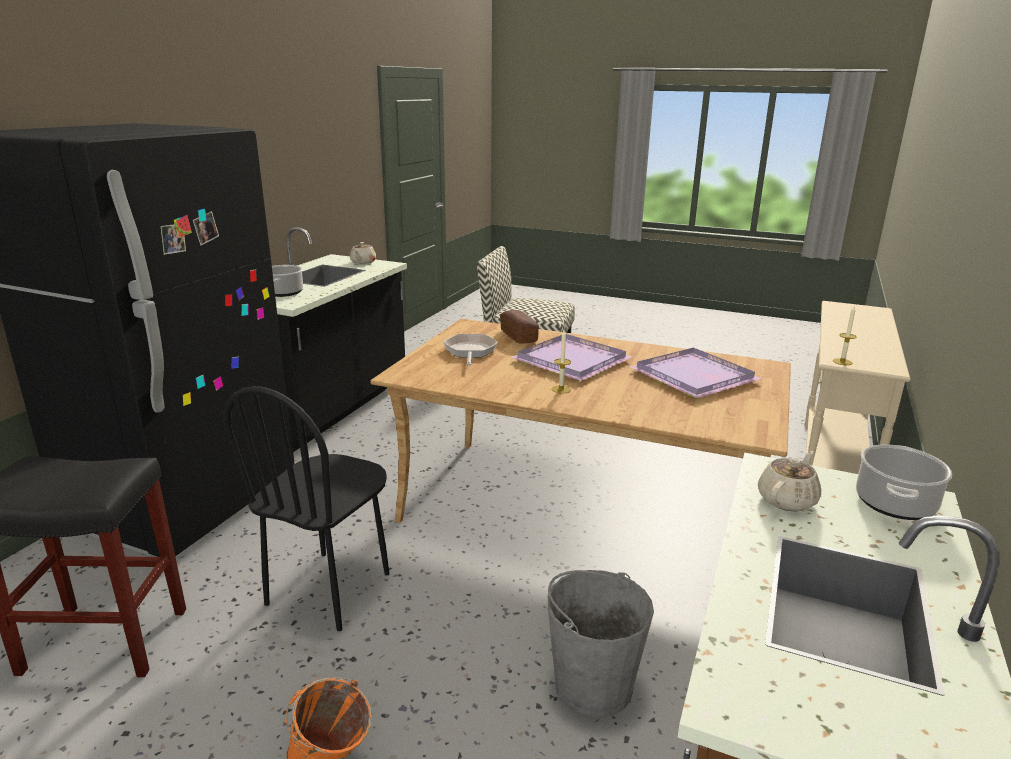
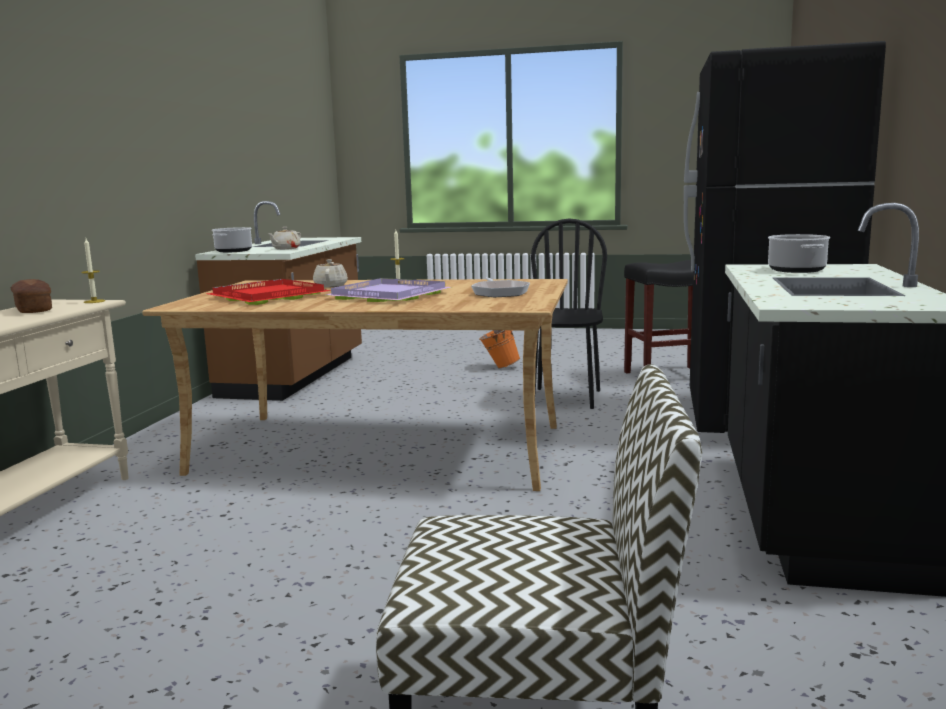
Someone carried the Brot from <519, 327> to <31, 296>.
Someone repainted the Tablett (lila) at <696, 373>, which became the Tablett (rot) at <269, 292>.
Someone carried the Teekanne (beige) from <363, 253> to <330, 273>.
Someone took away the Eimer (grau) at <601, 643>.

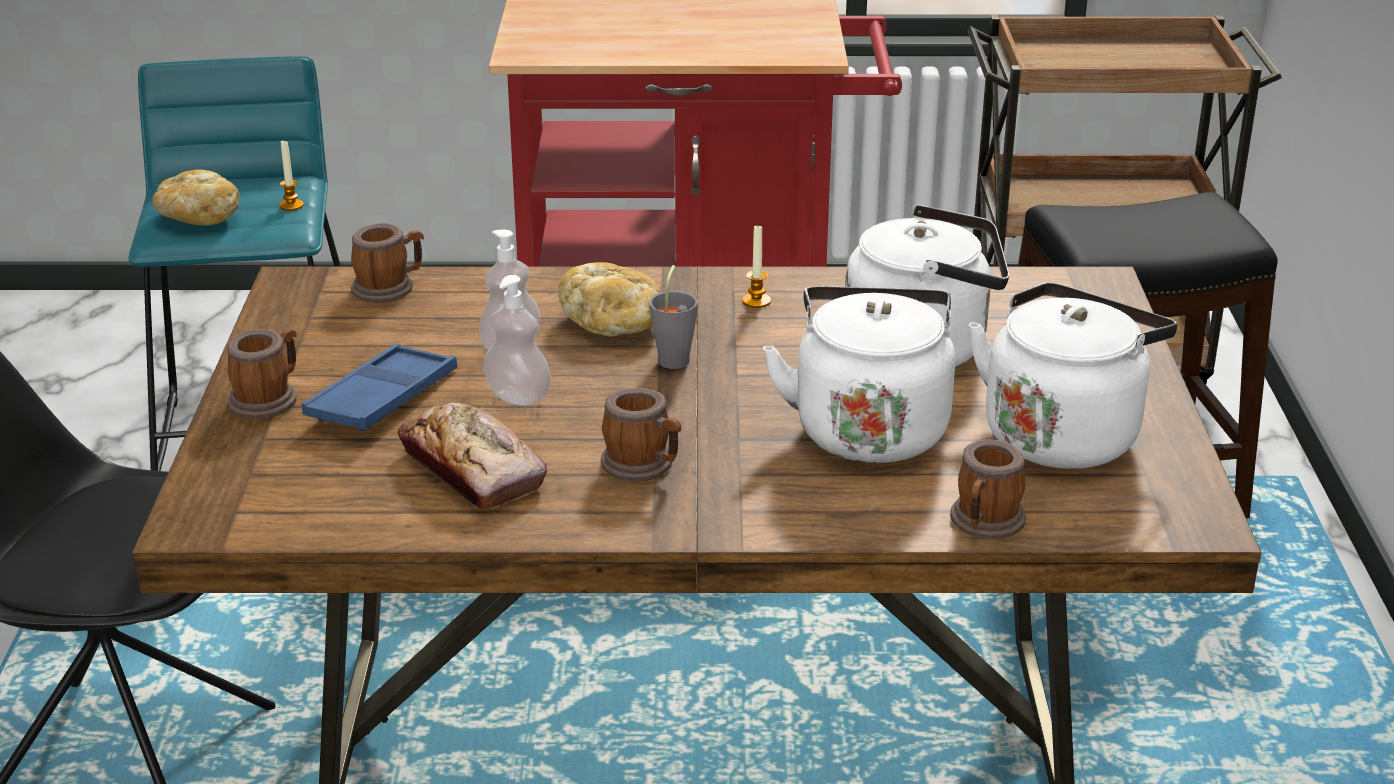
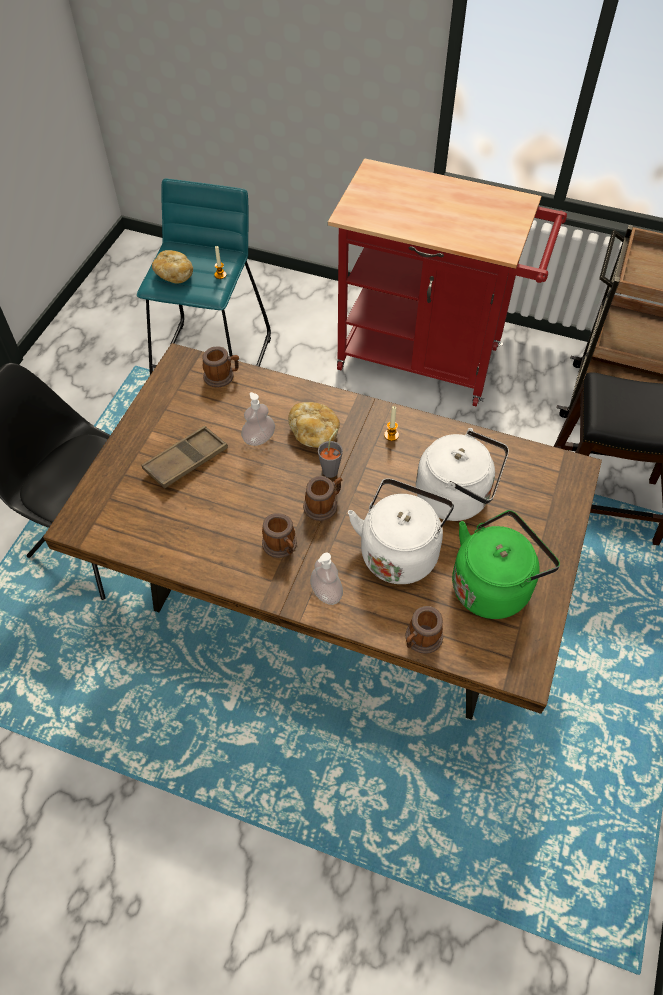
Someone repainted the Tablett (blau) at <379, 388>, which became the Tablett (braun) at <185, 457>.
Someone carried the Henkelbecher from <262, 374> to <323, 498>.
Someone carried the Seifenspender from <517, 340> to <326, 579>.
Someone repainted the Wasserkessel (weiß) at <1073, 375>, which became the Wasserkessel (grün) at <506, 564>.
Someone took away the Brot at <472, 455>.

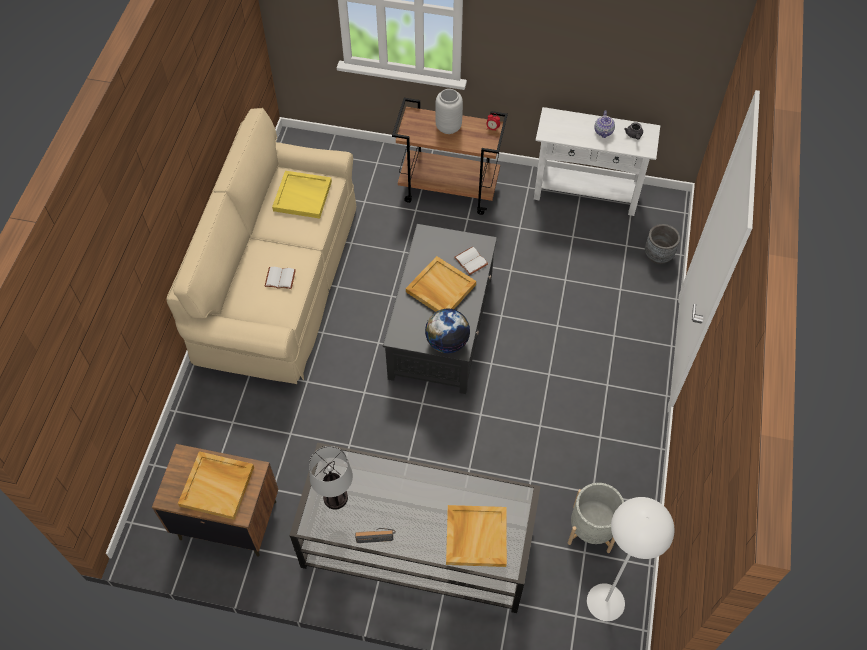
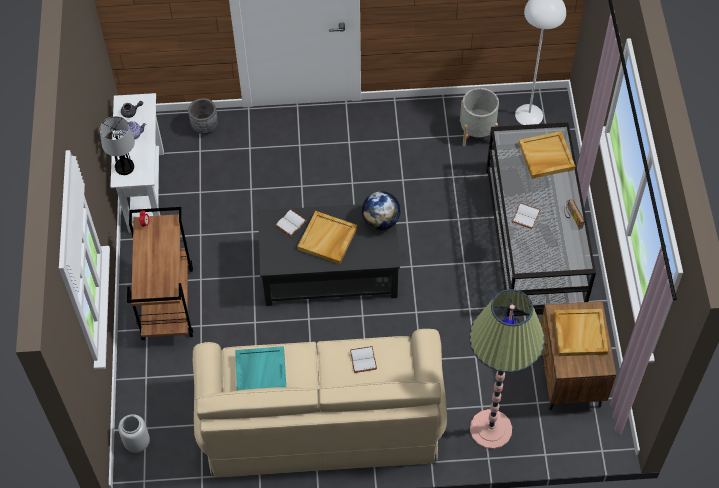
Someone carried the Tischlampe from <331, 478> to <117, 145>.
Someone carried the Vase (grau) from <449, 111> to <134, 433>.
Someone repainted the Tablett (gelb) at <302, 195>, which became the Tablett (türkis) at <260, 368>.
Someone put down the Stehlampe at <507, 369>.
Someone put down the Buch (weiß) at <526, 216>.

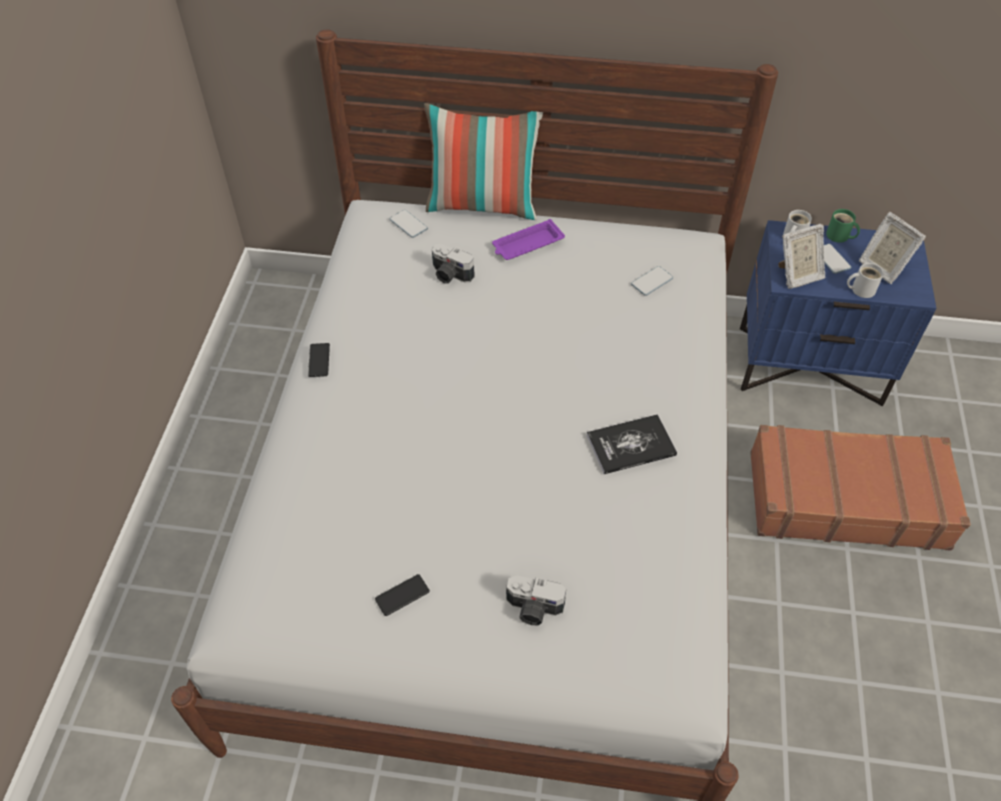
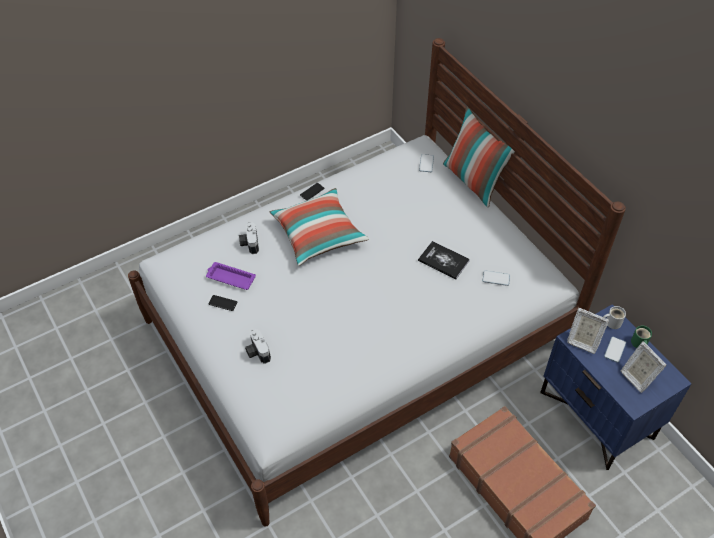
Someone carried the Tablett (lila) from <528, 239> to <231, 276>.
Someone carried the Kamera from <453, 264> to <249, 238>.
Someone put down the Kissen at <319, 227>.
Someone carried the Buch from <631, 444> to <444, 260>.
Someone rotated the Bilderrahmen at <892, 248> by 45 degrees counterclockwise.
Someone took away the Henkelbecher (weiß) at <865, 280>.

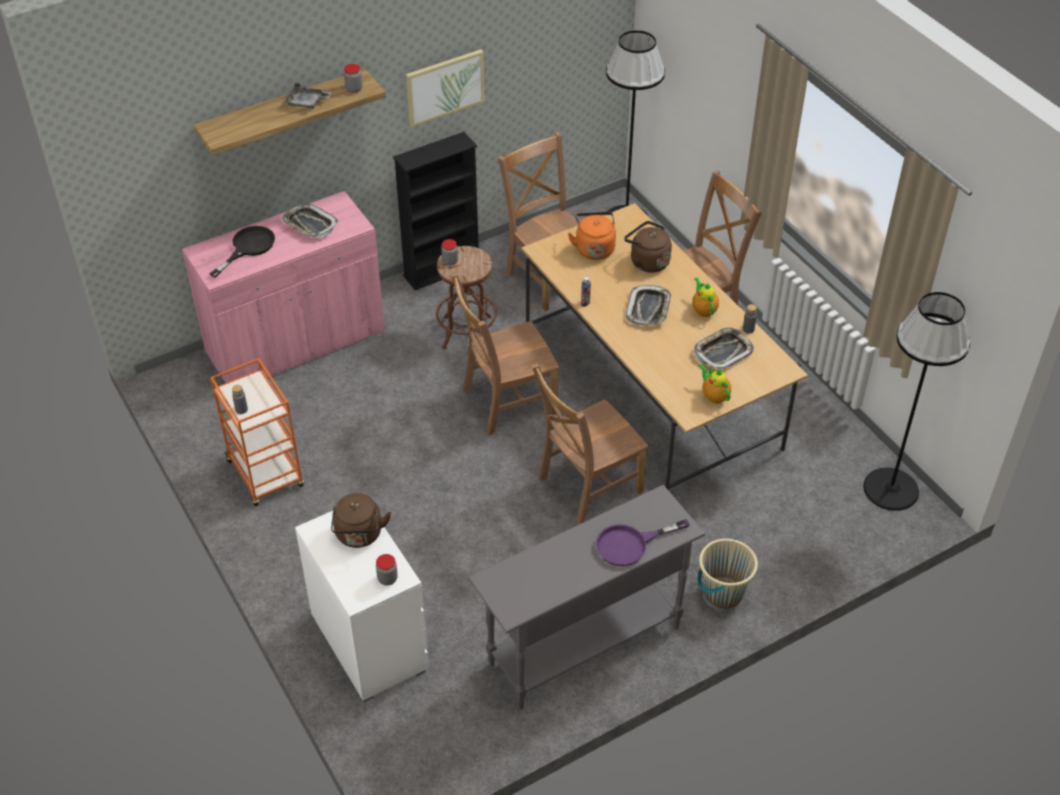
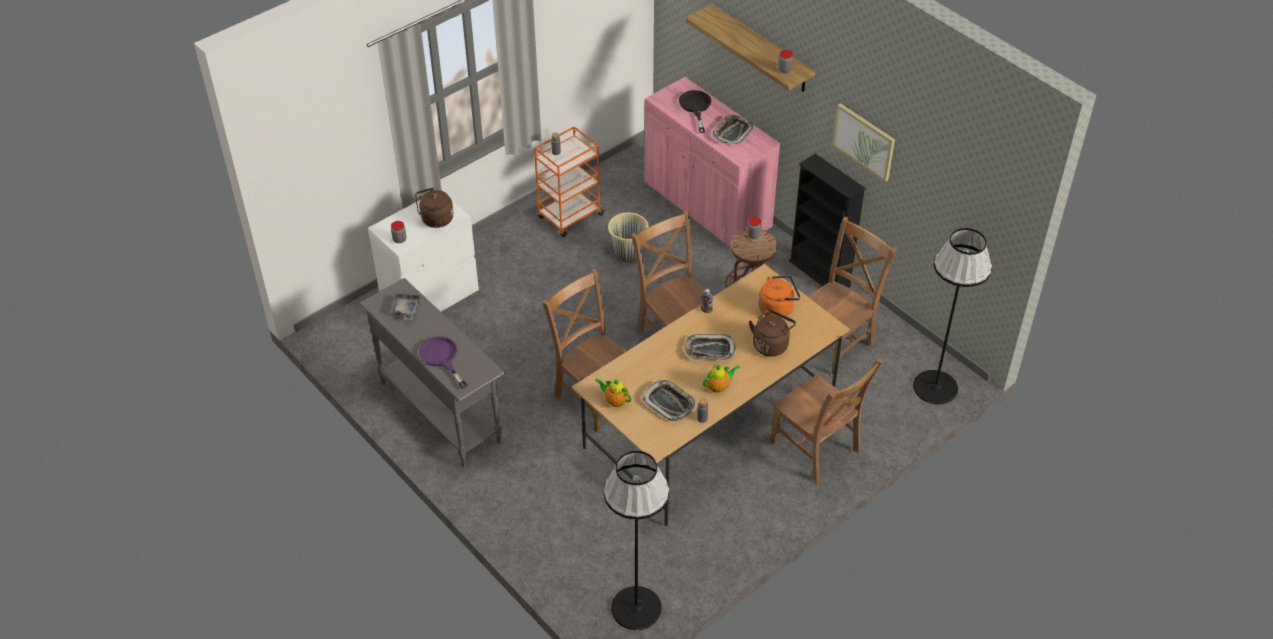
Someone carried the Tablett (grau) from <308, 96> to <405, 307>.
Someone rotated the Teekanne at <714, 383> by 105 degrees counterclockwise.
Someone carried the Eimer (beige) from <727, 573> to <627, 237>.
Someone rotated the Pfanne (schwarz) at <242, 252> by 120 degrees counterclockwise.

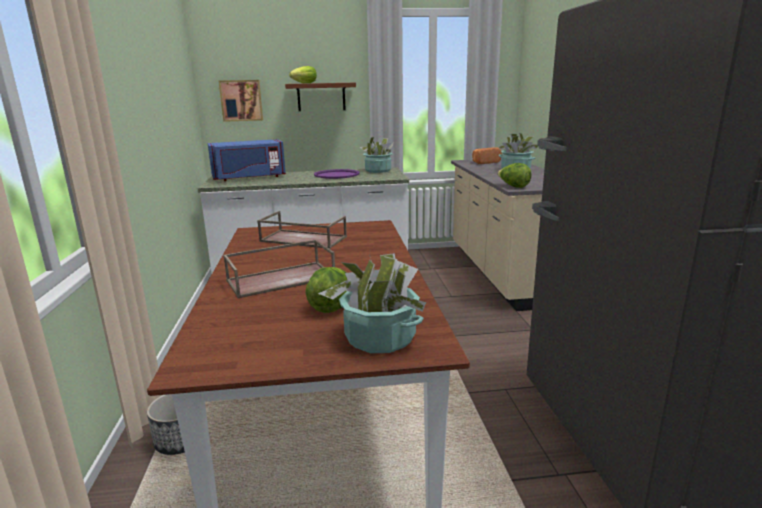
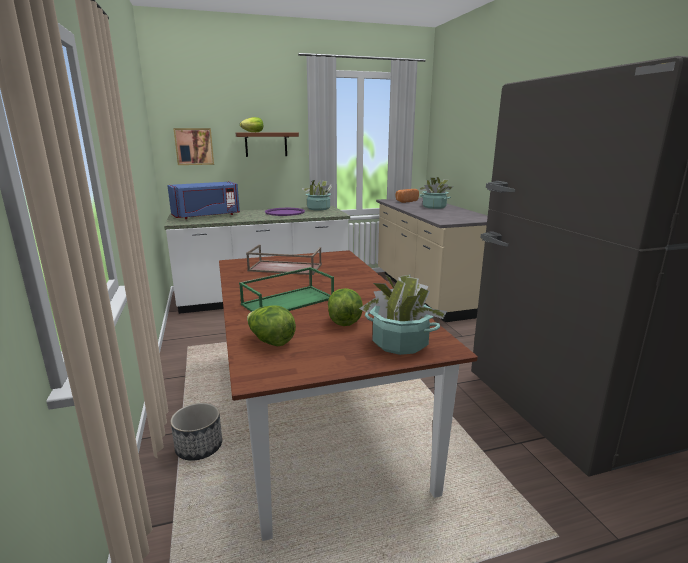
Someone repainted the Tablett (braun) at <279, 268>, which became the Tablett (grün) at <286, 289>.
Someone carried the Salatkopf from <514, 175> to <271, 325>.

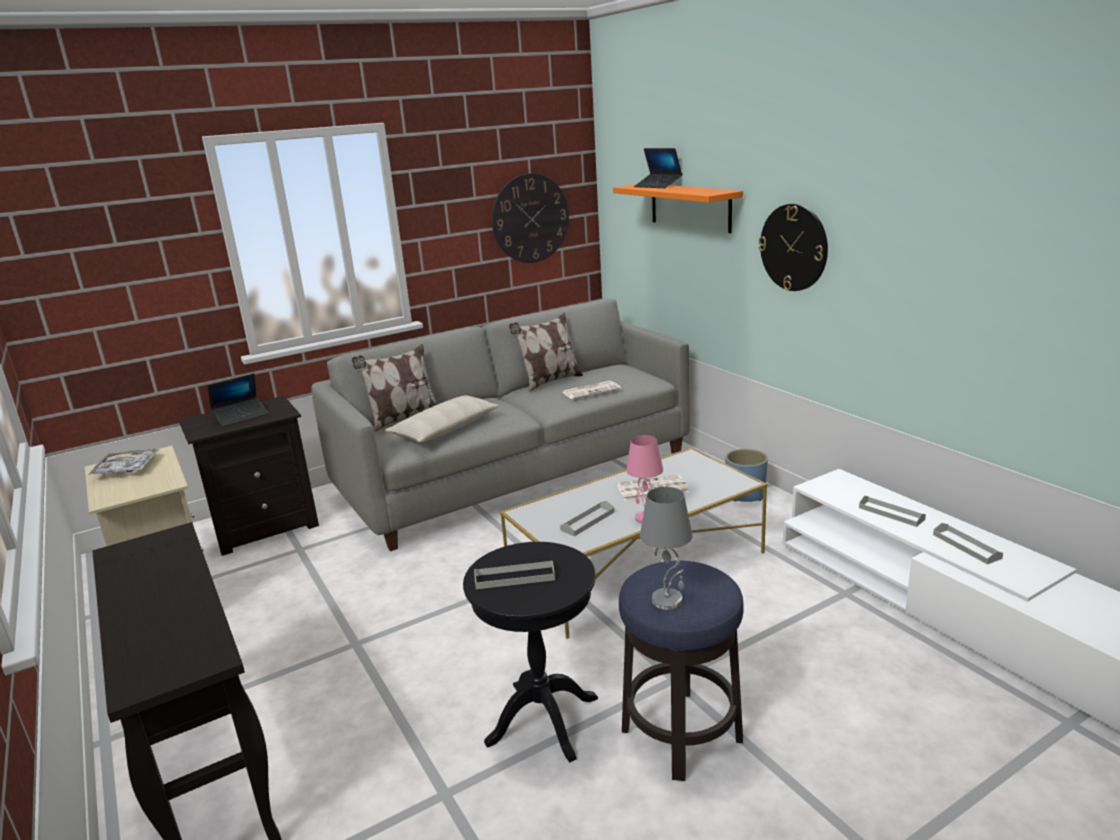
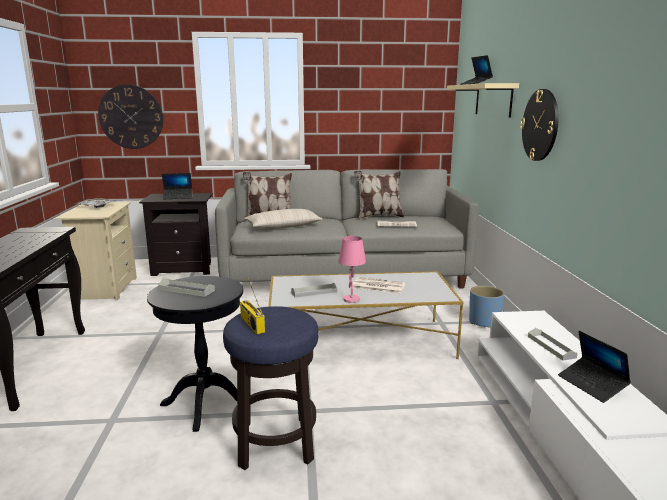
Someone carried the Wanduhr from <530, 218> to <130, 117>.
Someone swapped the Tischlampe (grau) at <666, 548> for the Radio at <252, 306>.
Someone repainted the Wandregal (orange) at <678, 208>, which became the Wandregal (beige) at <483, 100>.
Someone swapped the Tablett (grau) at <968, 544> for the Laptop at <594, 367>.

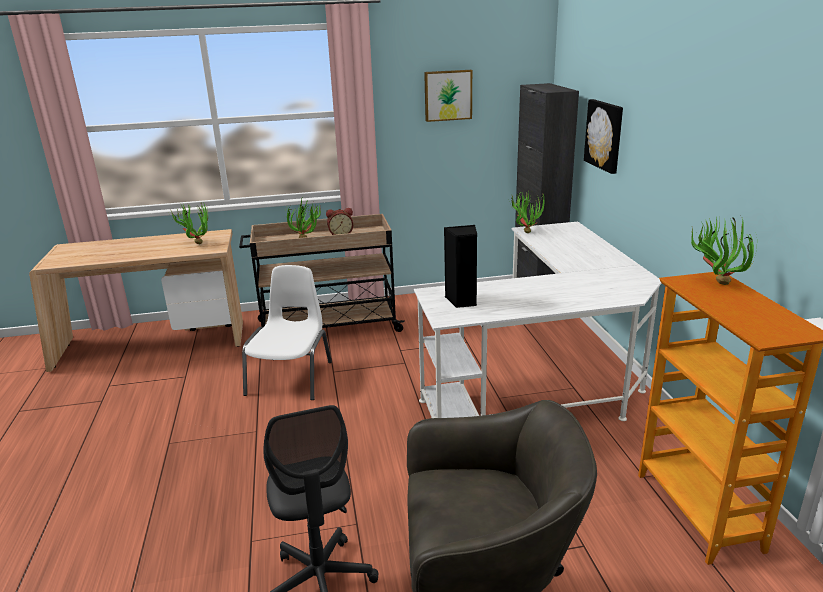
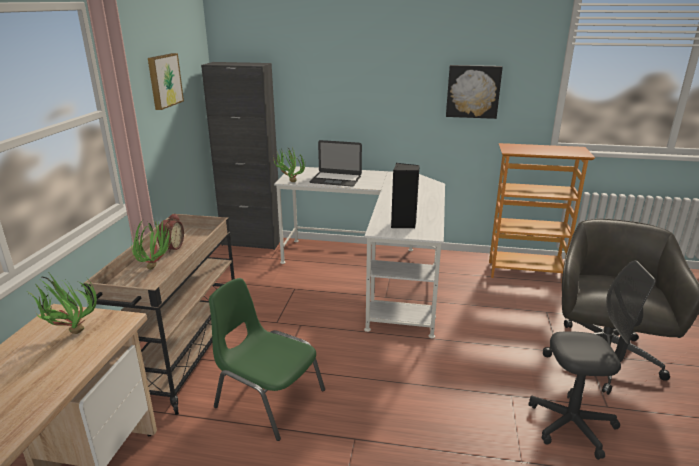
Someone repainted the Stuhl (weiß) at <287, 332>, which became the Stuhl (grün) at <267, 359>.
Someone put down the Laptop at <336, 163>.
Someone carried the Bild from <603, 136> to <474, 92>.
Someone took away the Topfpflanze at <724, 251>.

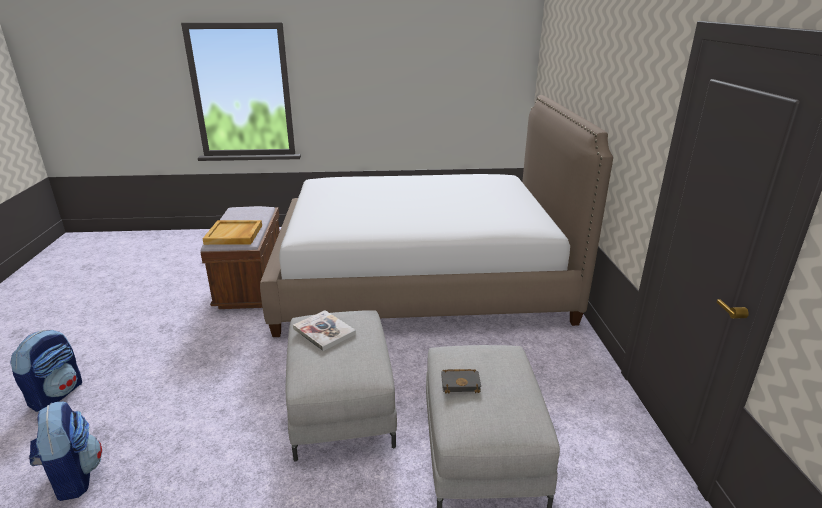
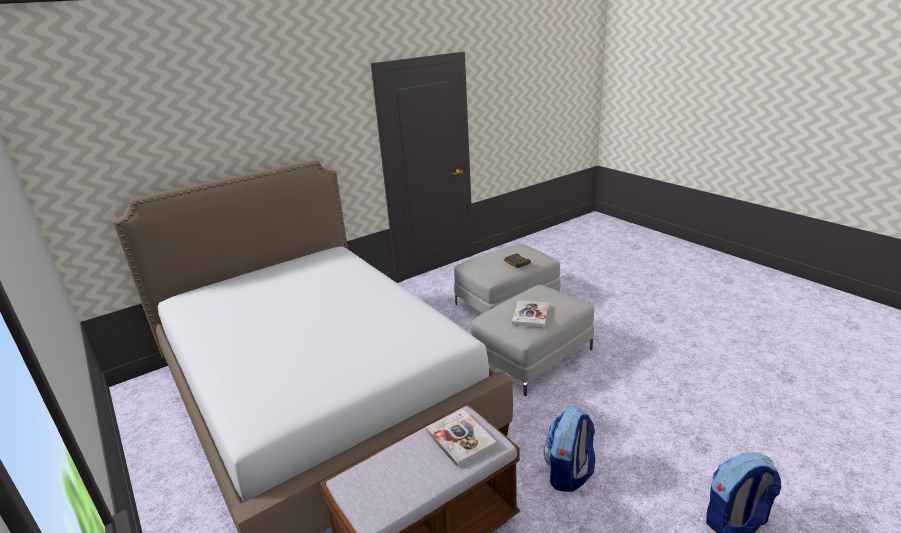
Someone swapped the Tablett (beige) at <232, 232> for the Buch at <461, 438>.
Someone carried the Rucksack from <65, 451> to <569, 449>.

